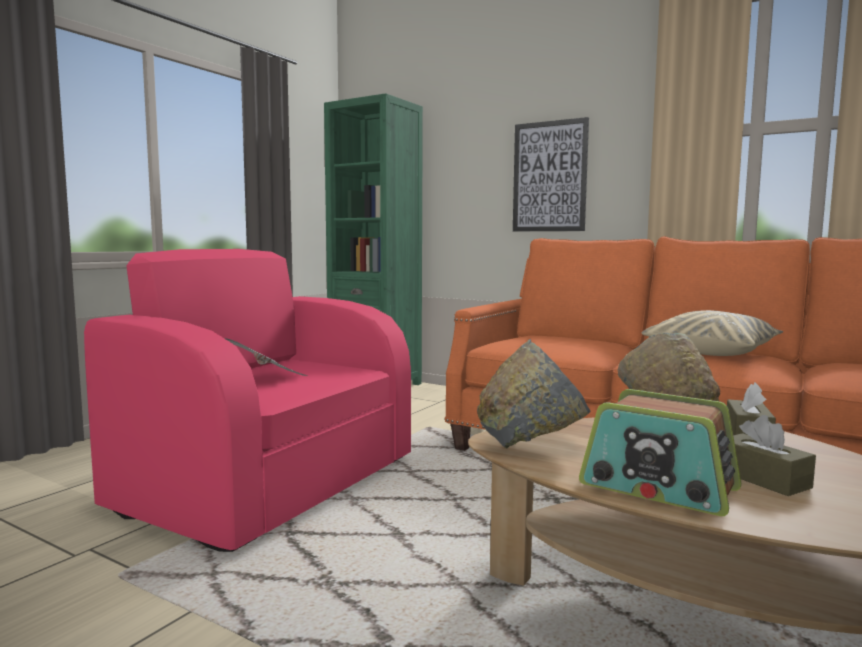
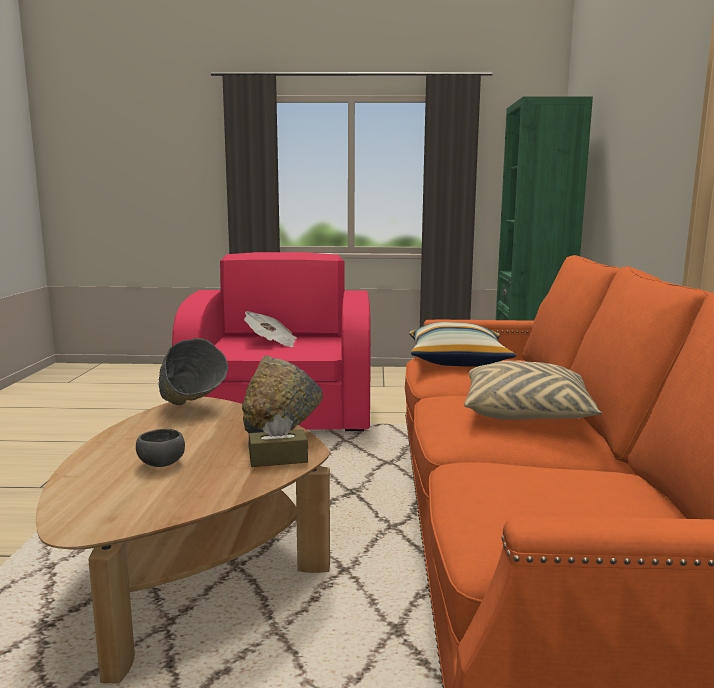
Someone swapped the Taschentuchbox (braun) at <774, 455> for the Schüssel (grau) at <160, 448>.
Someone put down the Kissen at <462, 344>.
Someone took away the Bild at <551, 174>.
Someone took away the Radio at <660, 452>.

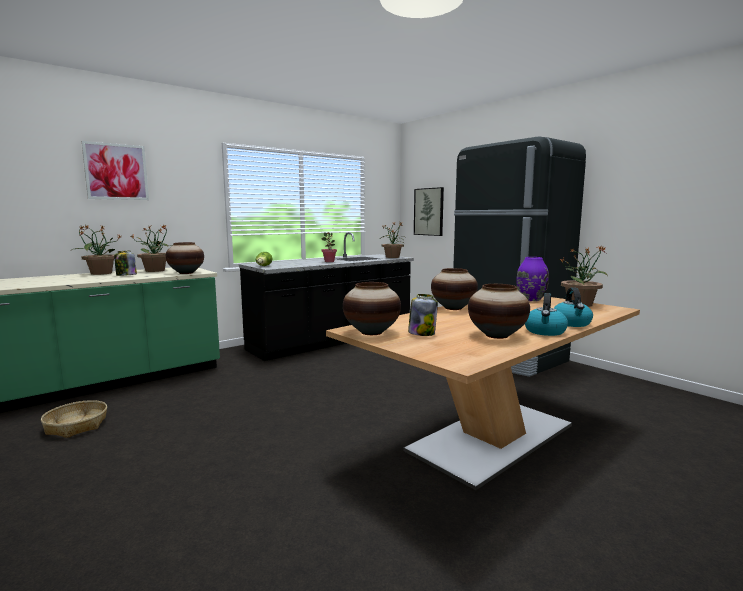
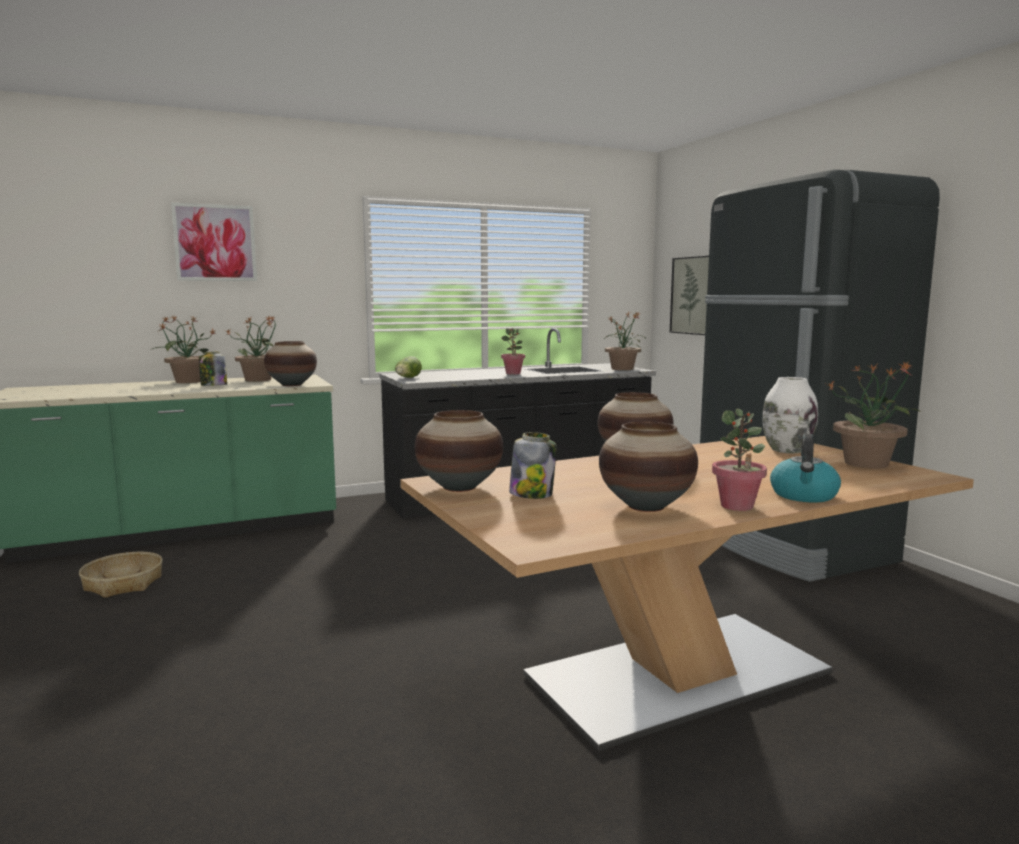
Someone swapped the Wasserkessel at <546, 314> for the Topfpflanze at <739, 460>.
Someone repainted the Vase (lila) at <532, 279>, which became the Vase (weiß) at <790, 415>.

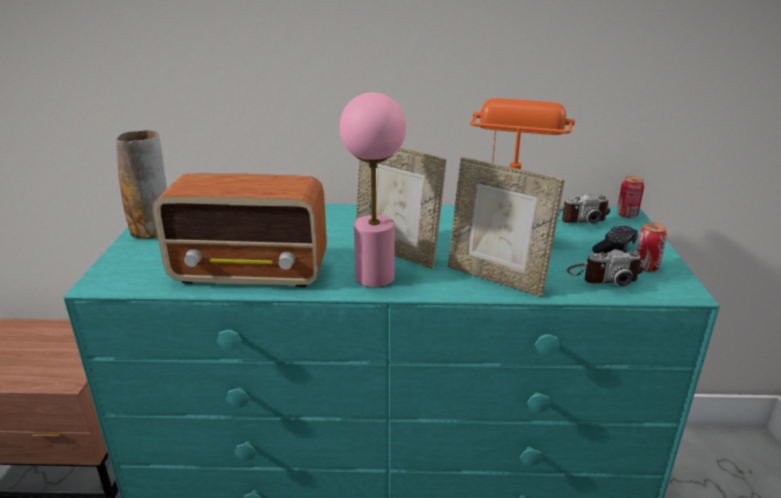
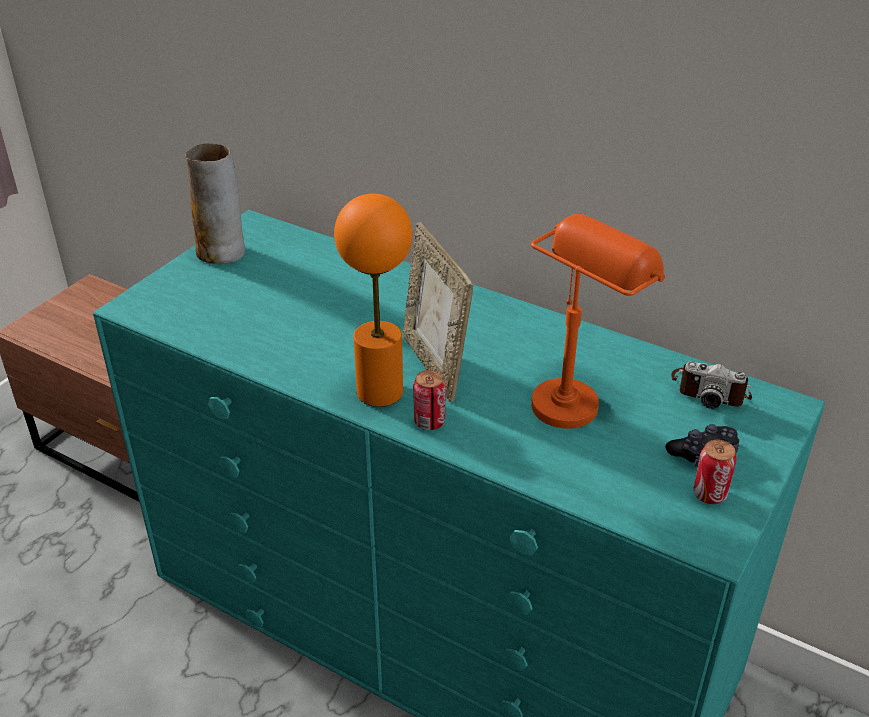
Someone repainted the Tischlampe (rosa) at <373, 190>, which became the Tischlampe (orange) at <373, 300>.
Someone carried the Dose from <630, 197> to <429, 400>.
Someone took away the Radio at <240, 230>.
Someone took away the Bilderrahmen at <506, 227>.
Someone took away the Kamera at <605, 268>.

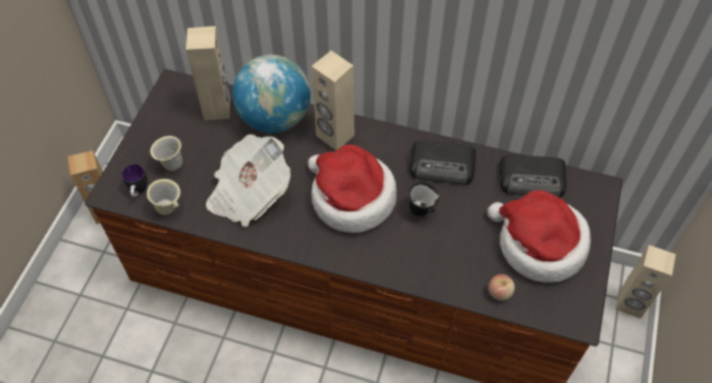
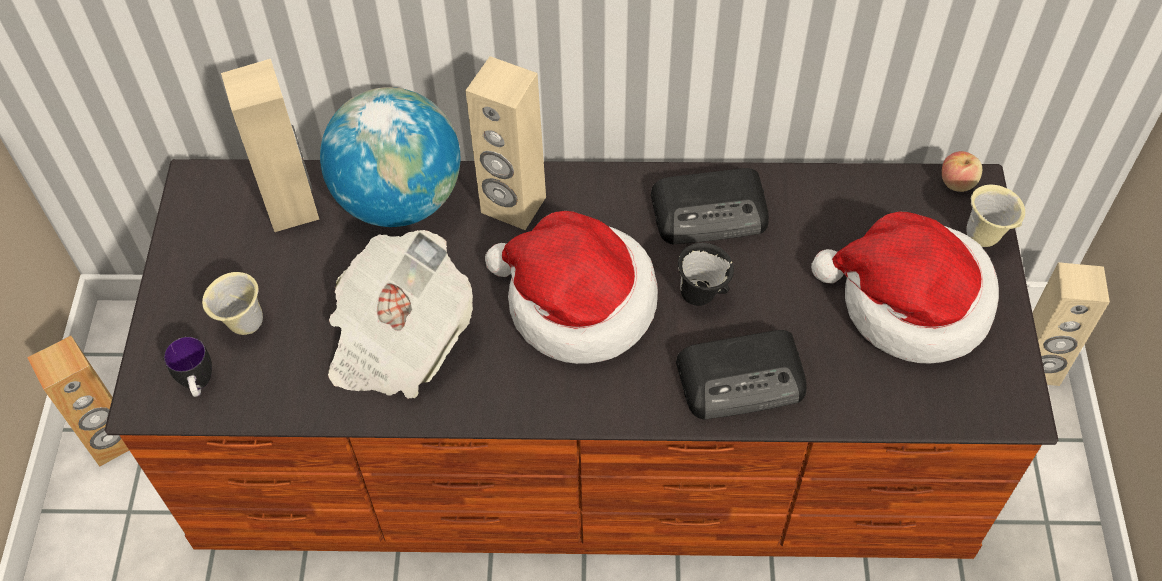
Someone carried the Radio from <532, 175> to <741, 375>.
Someone carried the Apfel from <501, 287> to <962, 171>.
Someone carried the Henkelbecher (beige) from <163, 197> to <995, 216>.

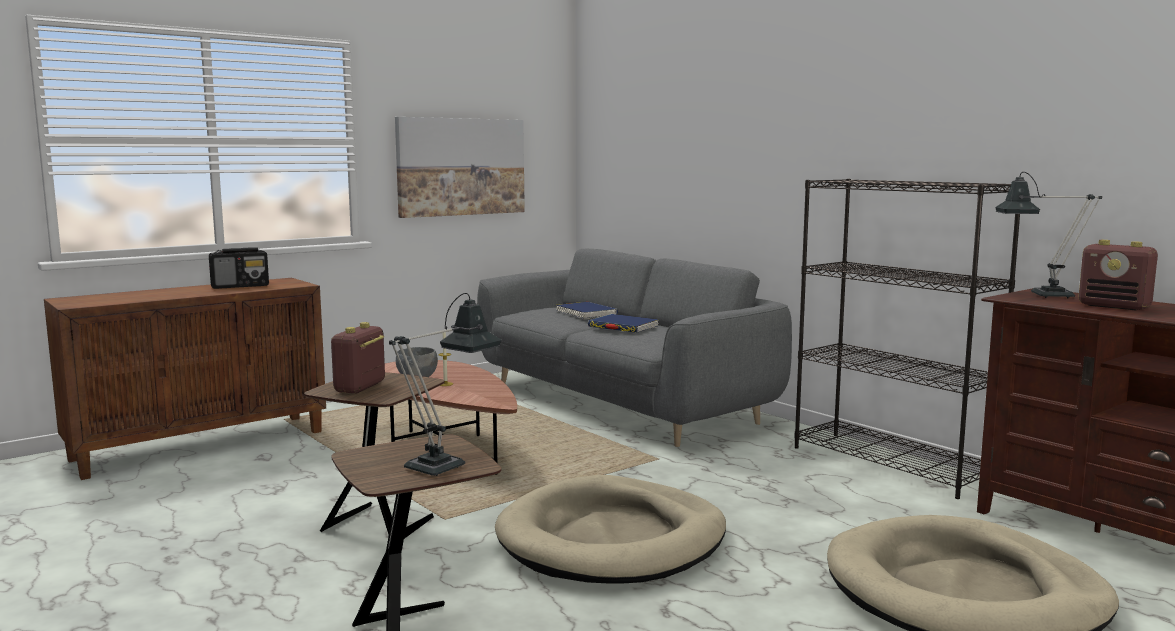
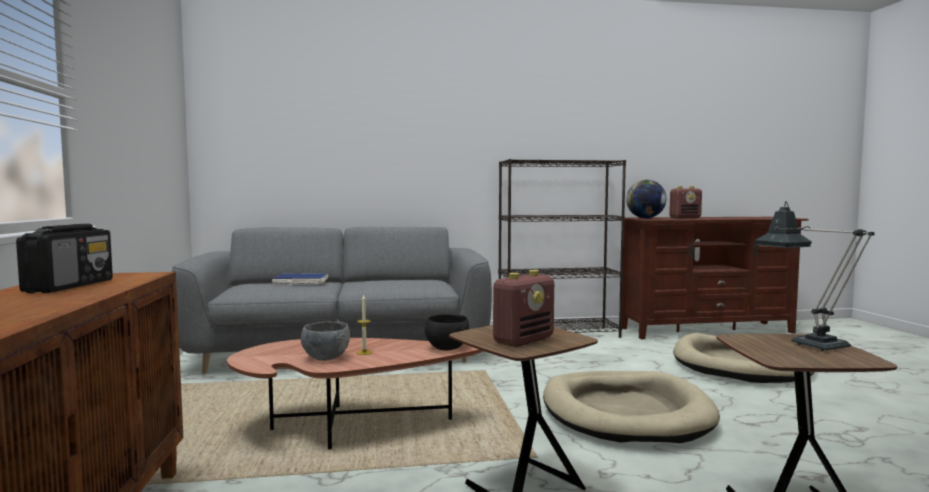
Someone put down the Schüssel (schwarz) at <447, 332>.
Someone rotated the Radio at <358, 357> by 90 degrees counterclockwise.
Someone swapped the Tischlampe at <1048, 235> for the Globus at <646, 199>.
Someone took away the Bild at <460, 167>.
Someone took away the Buch (blau) at <623, 323>.

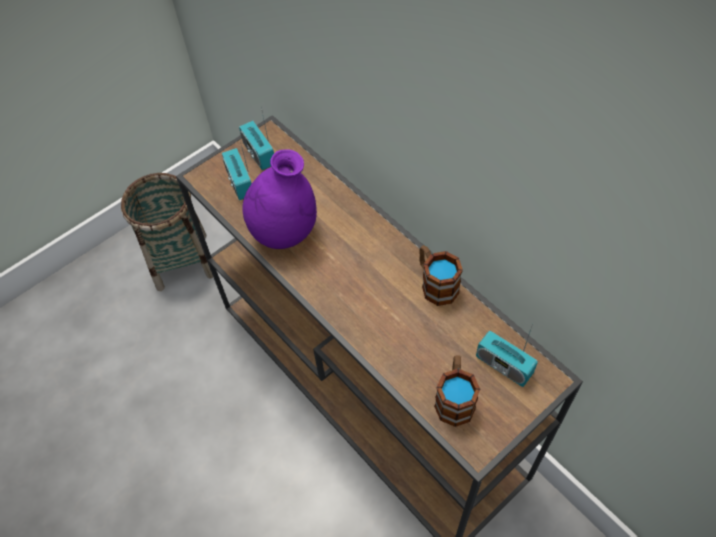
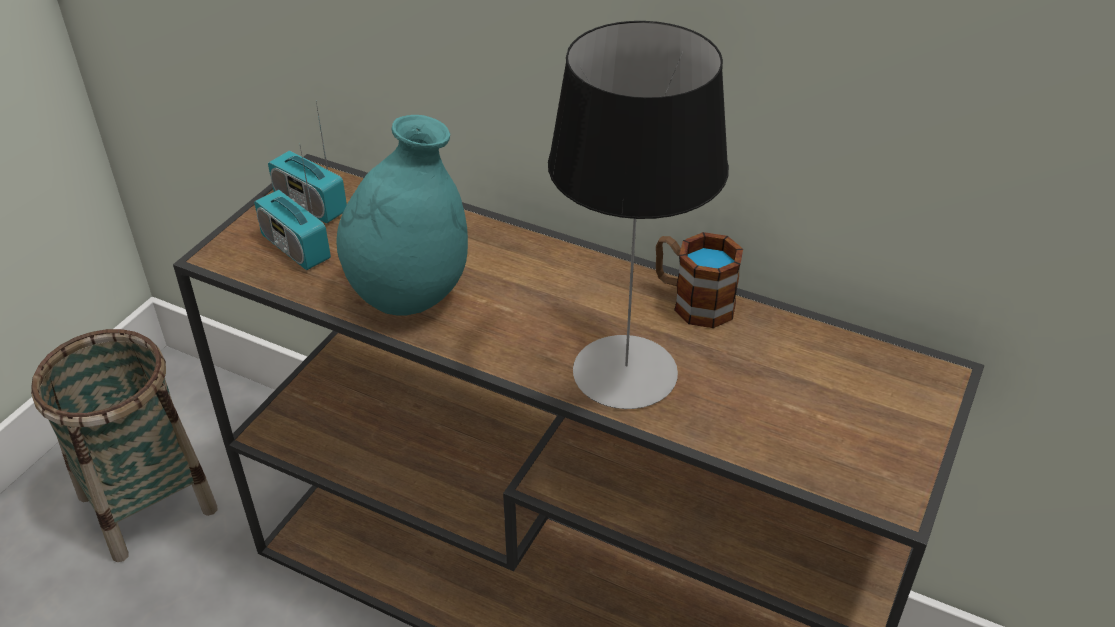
Someone repainted the Vase (lila) at <279, 199>, which became the Vase (türkis) at <402, 215>.
Someone put down the Tischlampe at <638, 215>.
Someone took away the Henkelbecher at <457, 391>.
Someone took away the Radio at <507, 355>.

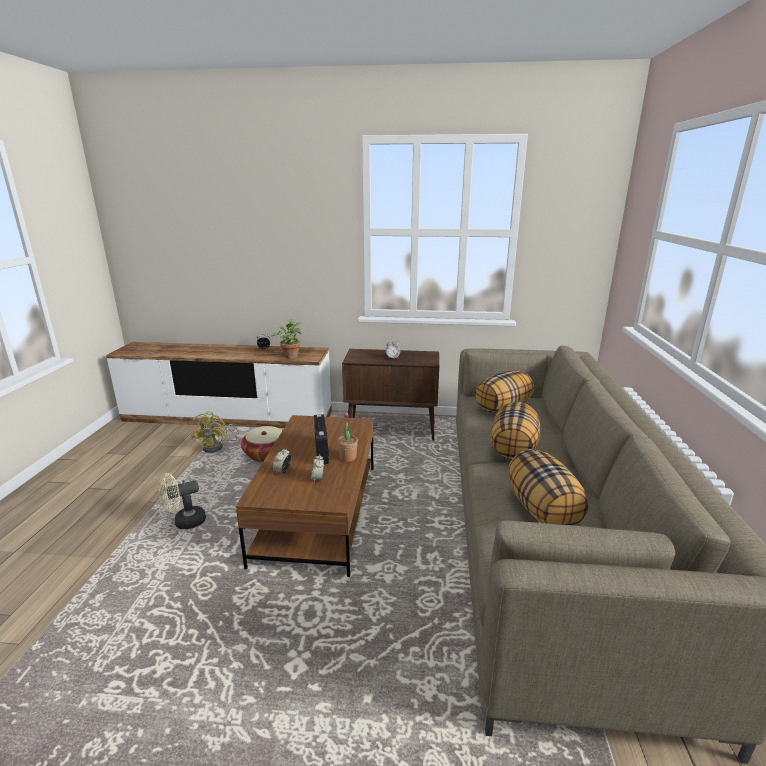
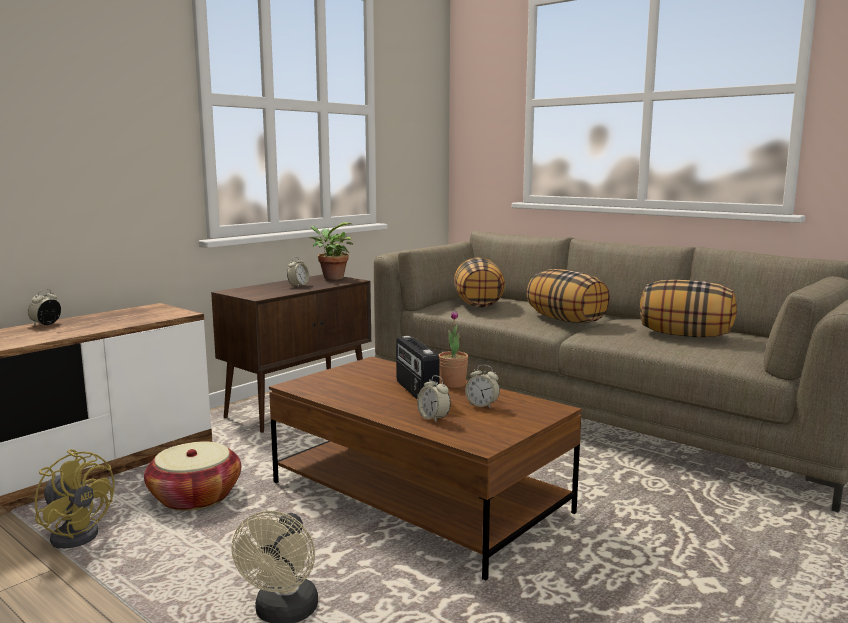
Someone carried the Topfpflanze from <287, 339> to <331, 251>.
Someone rotated the Radio at <321, 439> by 135 degrees counterclockwise.

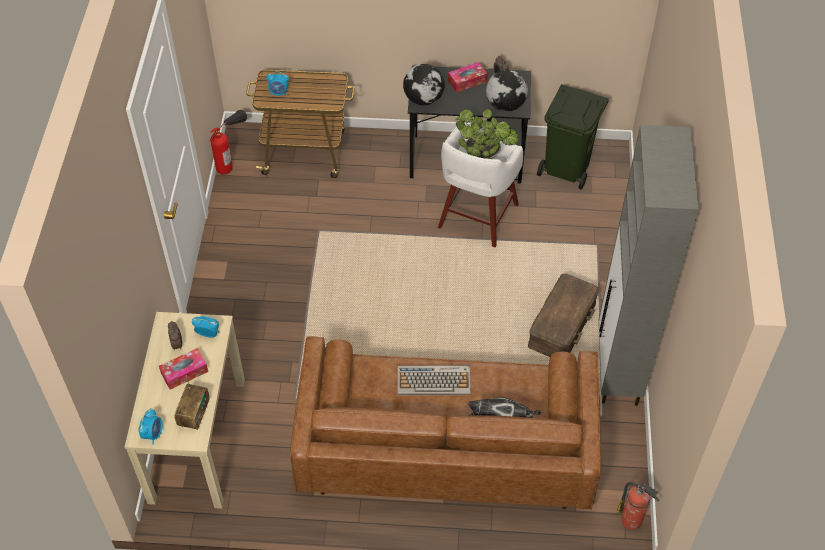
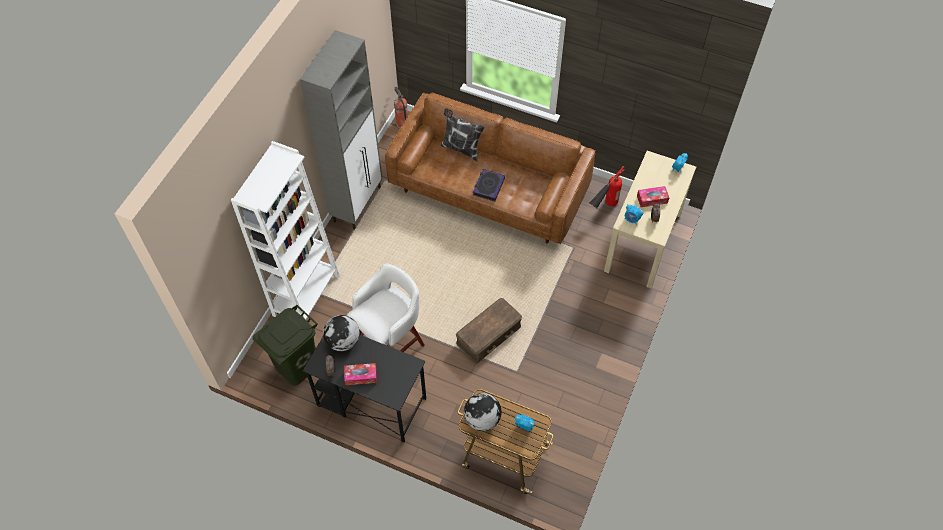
Someone put down the Bücherregal (weiß) at <285, 230>.
Someone carried the Aufbewahrungsbox (braun) from <563, 315> to <489, 331>.
Someone carried the Globus from <424, 84> to <483, 412>.
Someone swapped the Tastatur at <434, 380> for the Buch at <489, 185>.
Someone carried the Feuerlöscher from <228, 142> to <607, 187>.
Someone took away the Radio at <192, 403>.
Someone took away the Topfpflanze at <487, 134>.

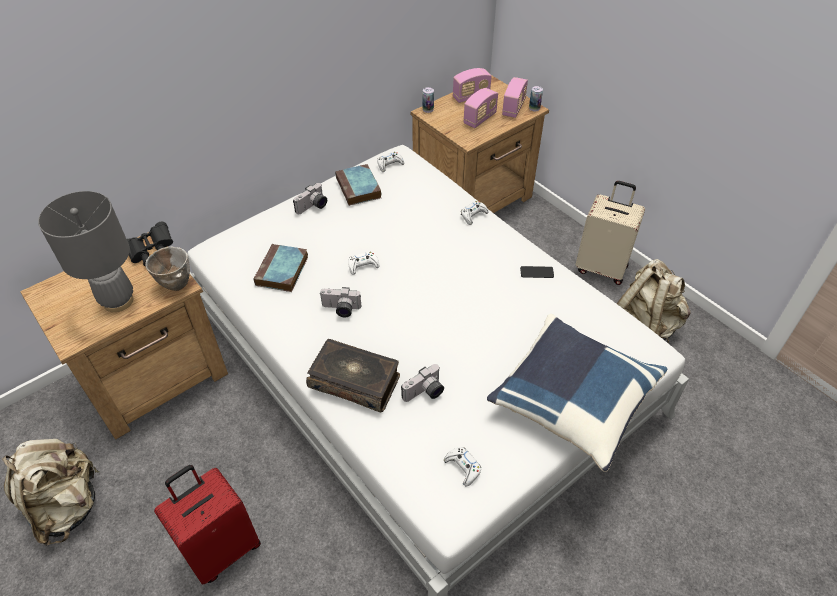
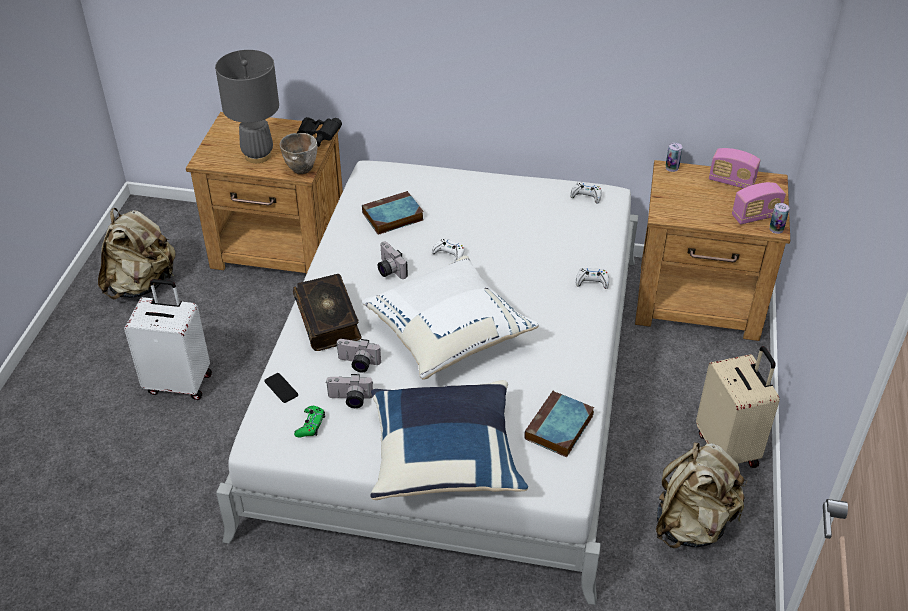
Someone repainted the Koffer (rot) at <207, 524>, which became the Koffer (weiß) at <168, 339>.
Someone carried the Handy from <537, 272> to <281, 388>.
Someone repainted the Gamepad (weiß) at <462, 467>, which became the Gamepad (grün) at <309, 421>.
Someone carried the Kamera from <310, 198> to <349, 391>.
Someone put down the Kissen (weiß) at <450, 318>.
Someone carried the Buch from <358, 185> to <559, 424>.
Someone took away the Radio at <480, 108>.

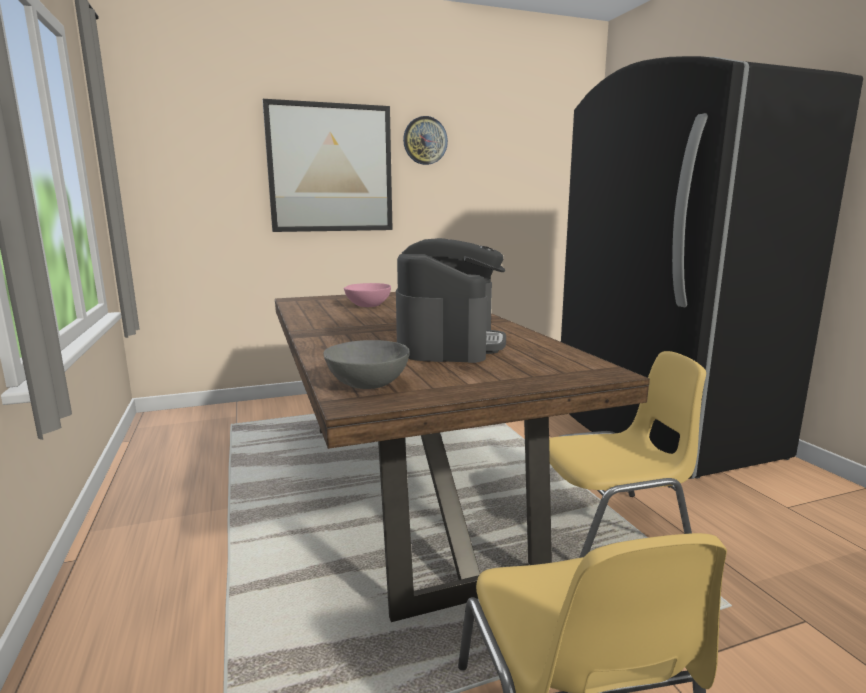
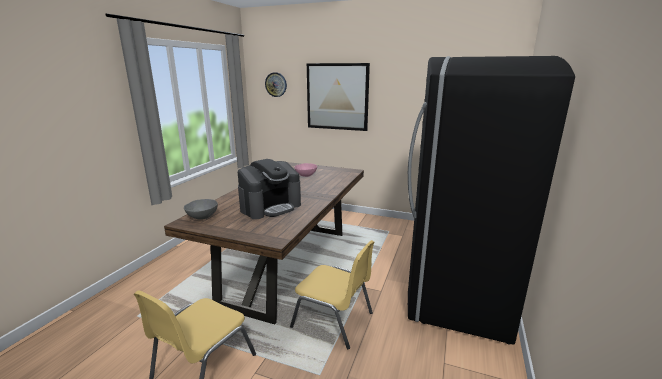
Someone carried the Wanduhr from <425, 140> to <276, 84>.

